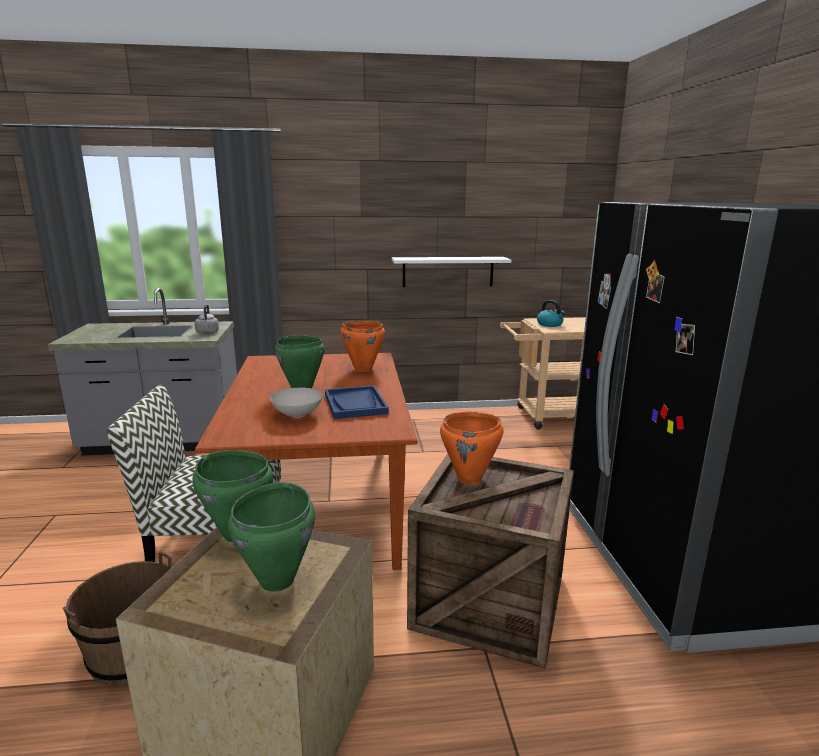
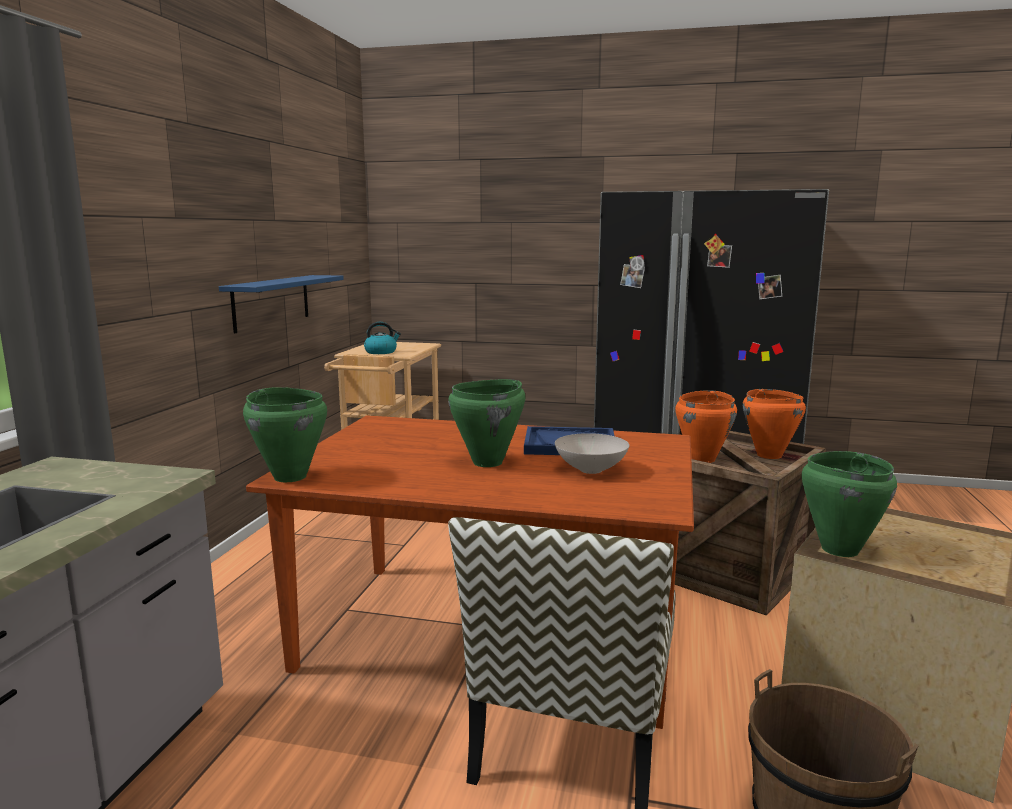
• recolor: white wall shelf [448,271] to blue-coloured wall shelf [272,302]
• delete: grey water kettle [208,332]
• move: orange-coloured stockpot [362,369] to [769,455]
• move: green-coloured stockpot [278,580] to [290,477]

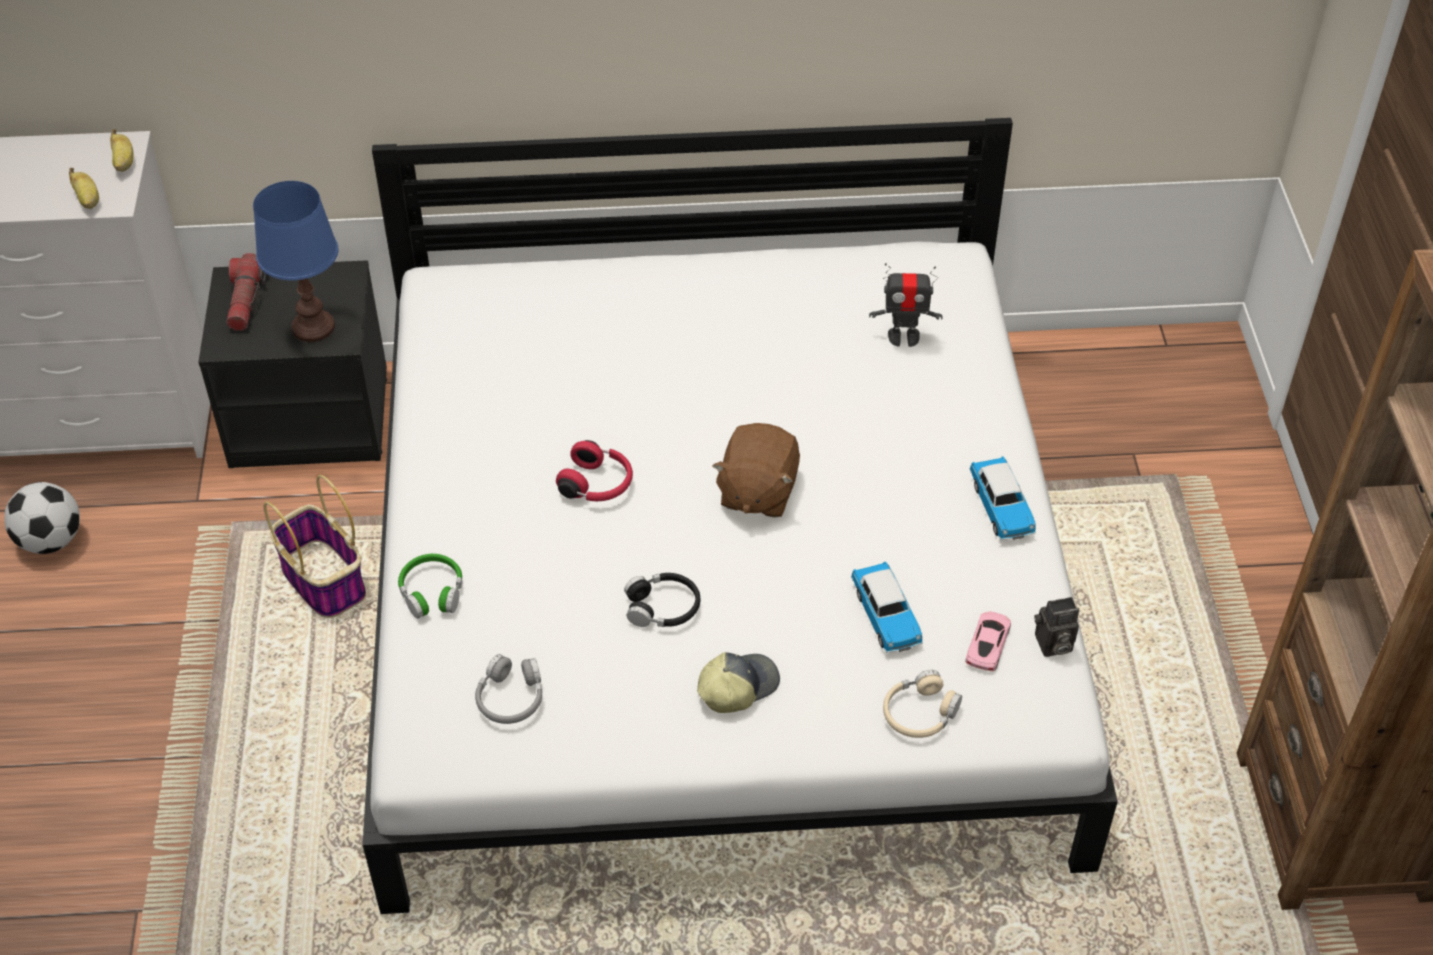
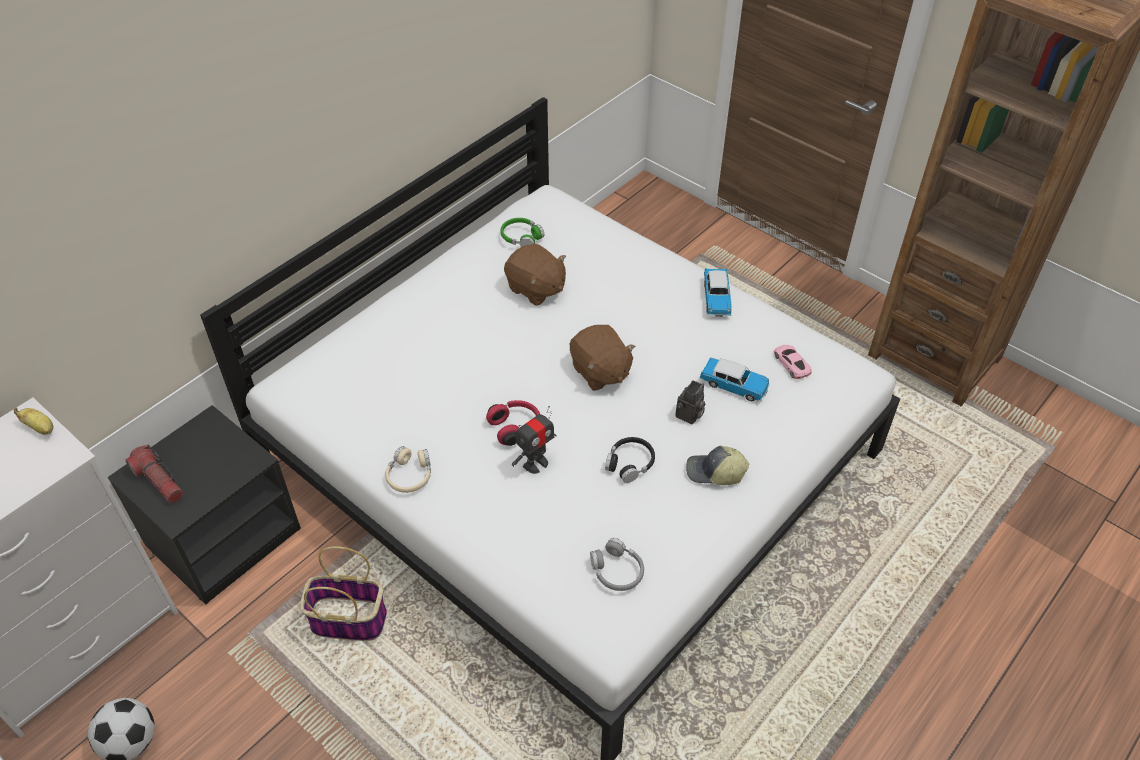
• delete: whole banana [88,200]
• delete: blue-coloured table lamp [314,327]
• move: toy robot [903,337] to [535,463]
• rotate: miniature car [1001,507] = [716,298] 60 degrees clockwise
• move: green-coloured headset [432,592] to [521,237]
• move: still camera [1052,645] to [689,416]
• rotate: cap [737,687] = [715,472] 90 degrees counterclockwise
• move: beige-coloured headset [919,713] to [410,475]
• insert: brownish plush toy [536,289]

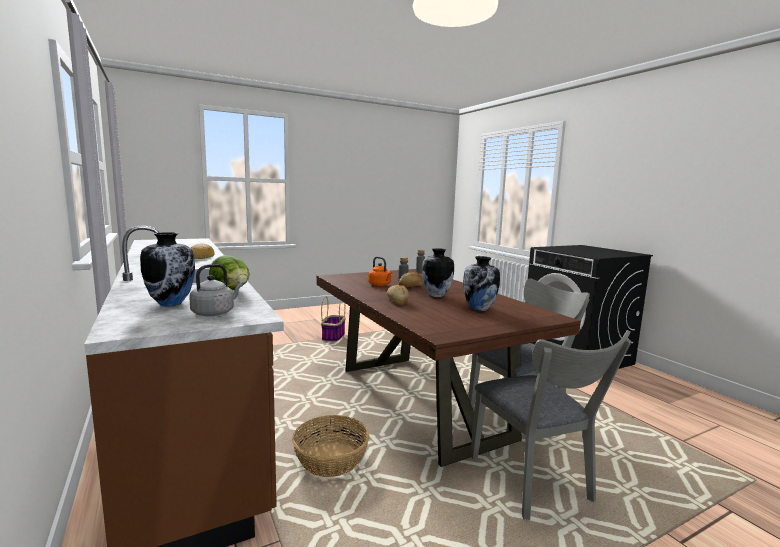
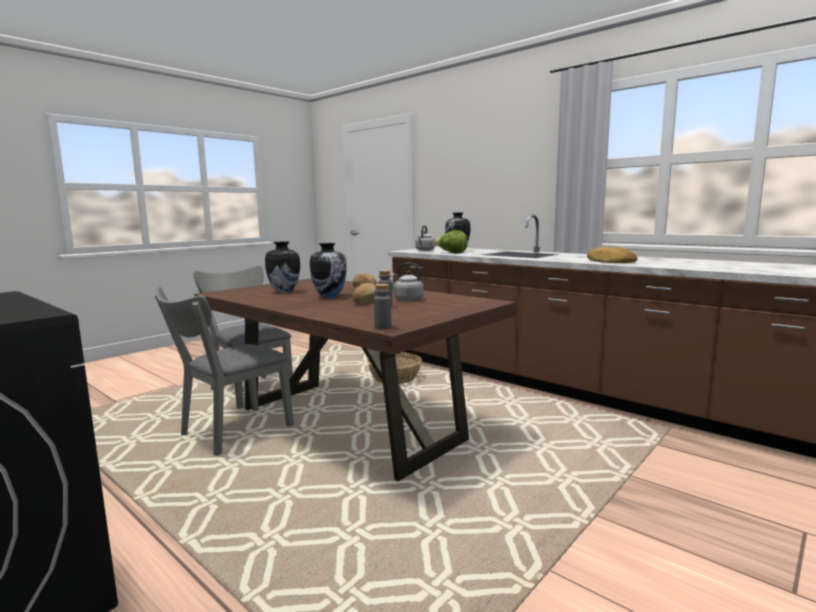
• recolor: orange-coloured water kettle [380,285] to grey water kettle [406,299]
• delete: storage basket [333,337]

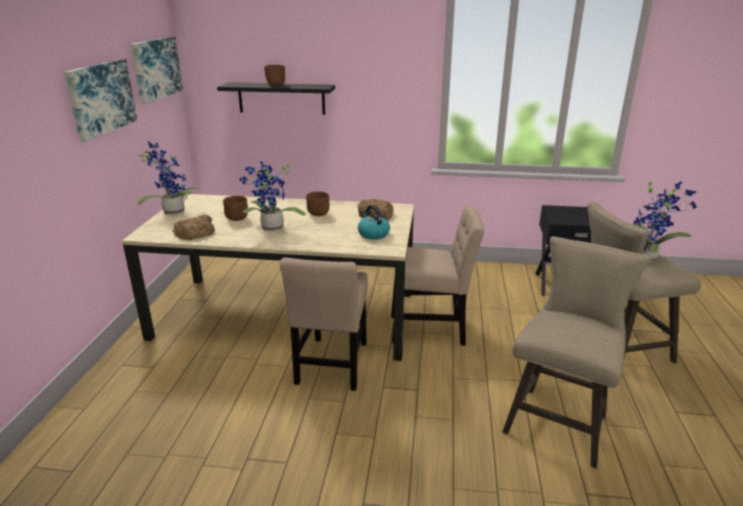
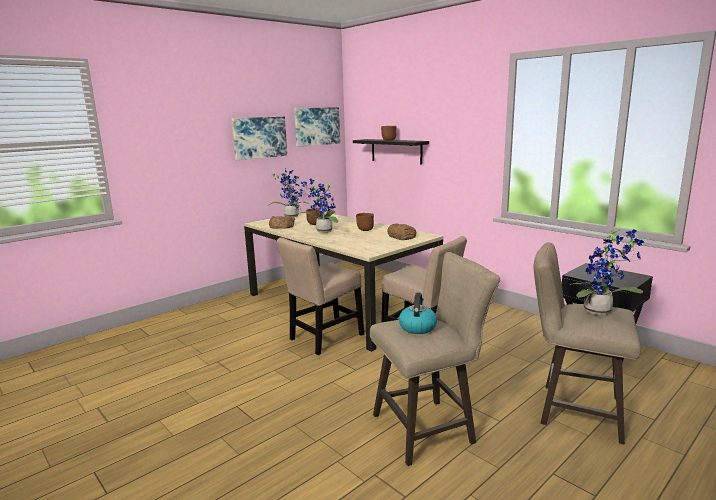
• move: water kettle [373,234] to [417,327]

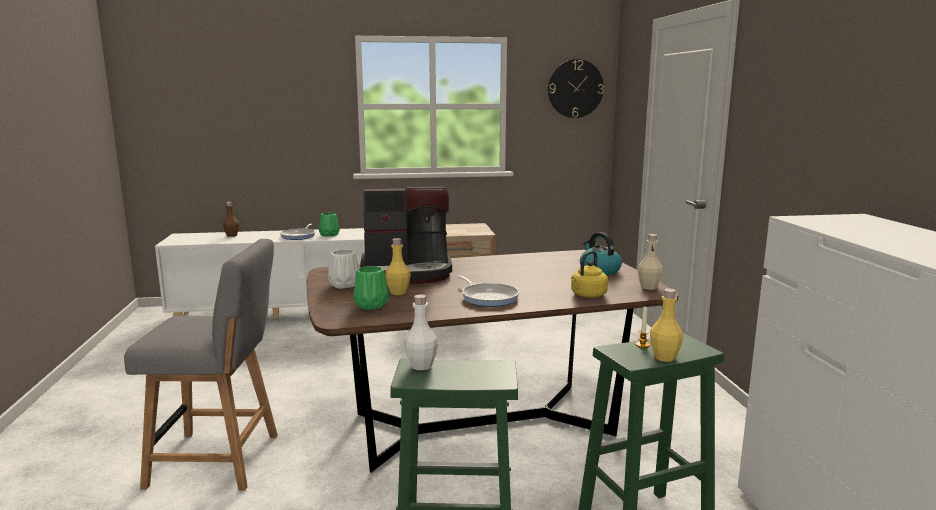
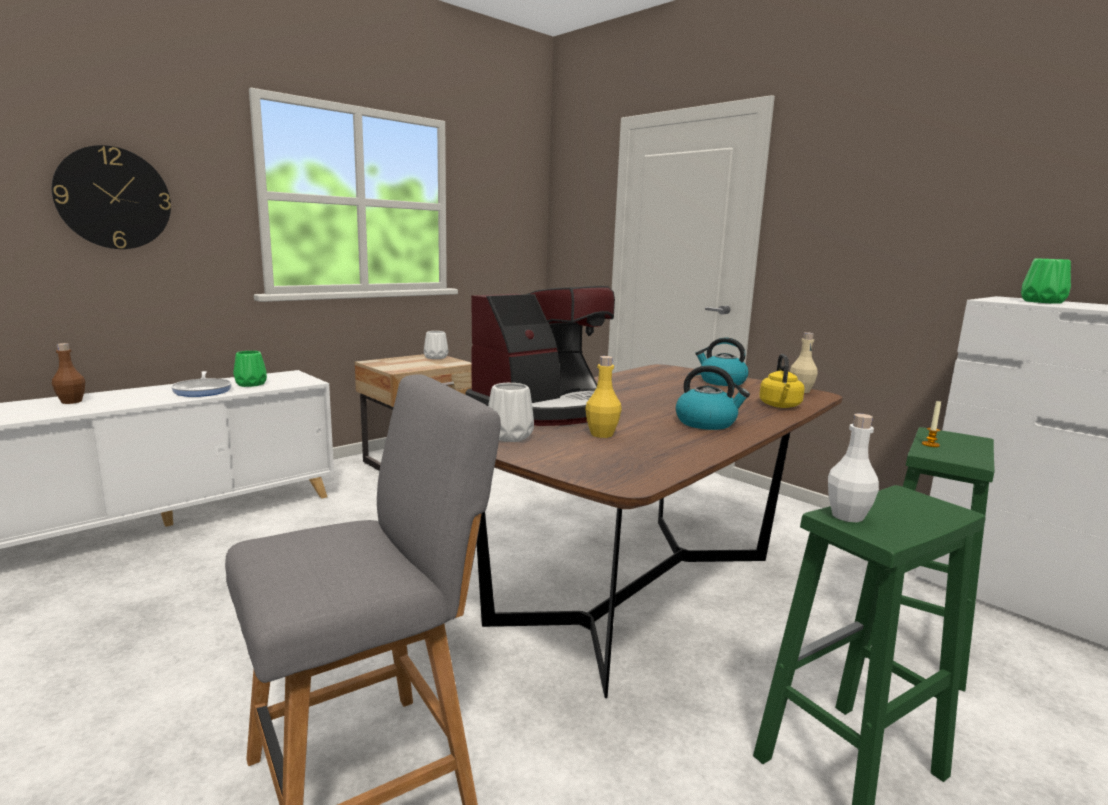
• move: clock on the wall [575,88] to [113,198]
• move: green-coloured flower vase [371,305] to [1041,302]
• replace: skillet [488,297] to water kettle [706,423]
• delete: yellow-coloured beverage bottle [664,357]
• insert: white flower vase [435,357]

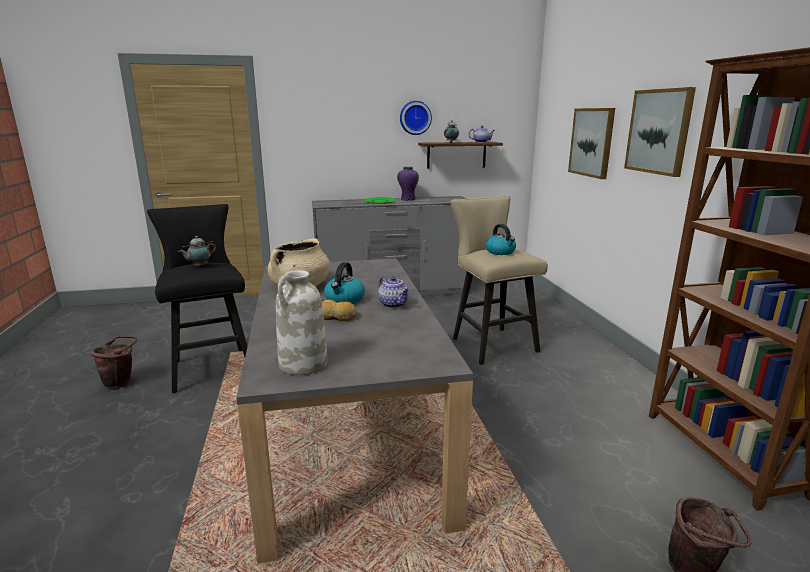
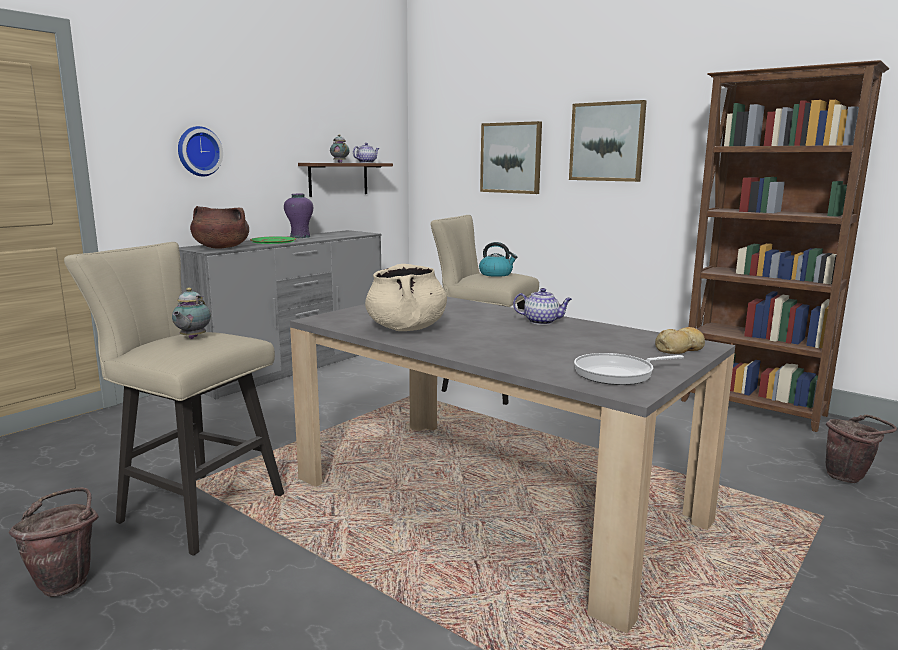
• move: clock on the wall [415,118] to [198,151]
• recolor: black-coloured stool seat [211,366] to beige-coloured stool seat [193,507]
• delete: water kettle [344,300]
• replace: white flower vase [303,364] to skillet [618,374]
• move: bakery bread [337,317] to [680,349]
• insert: brownish stockpot [221,248]

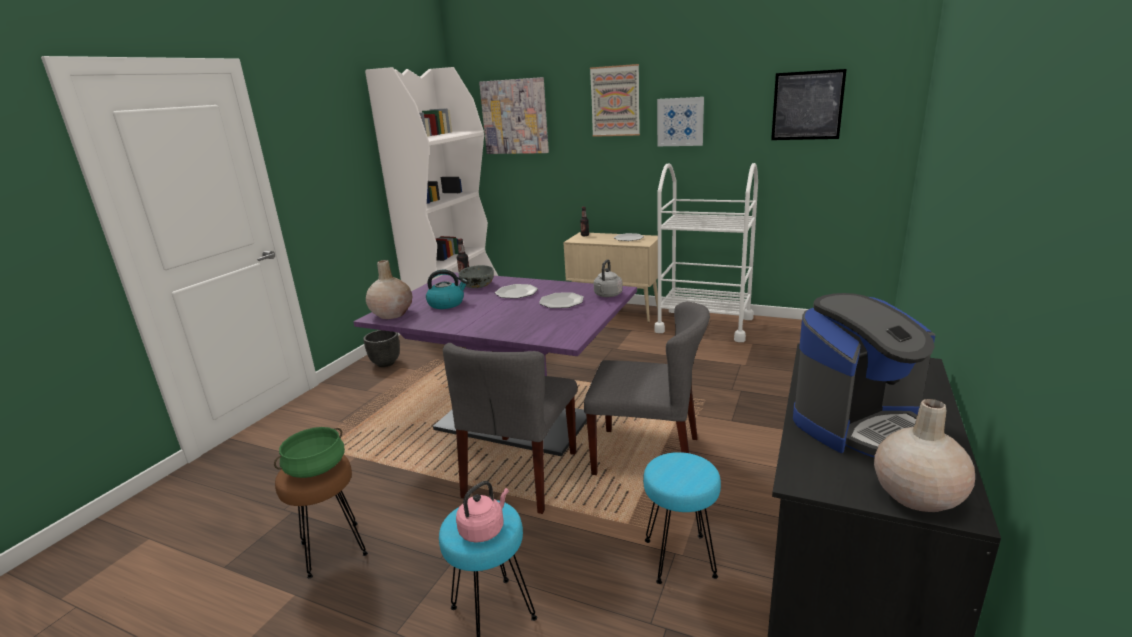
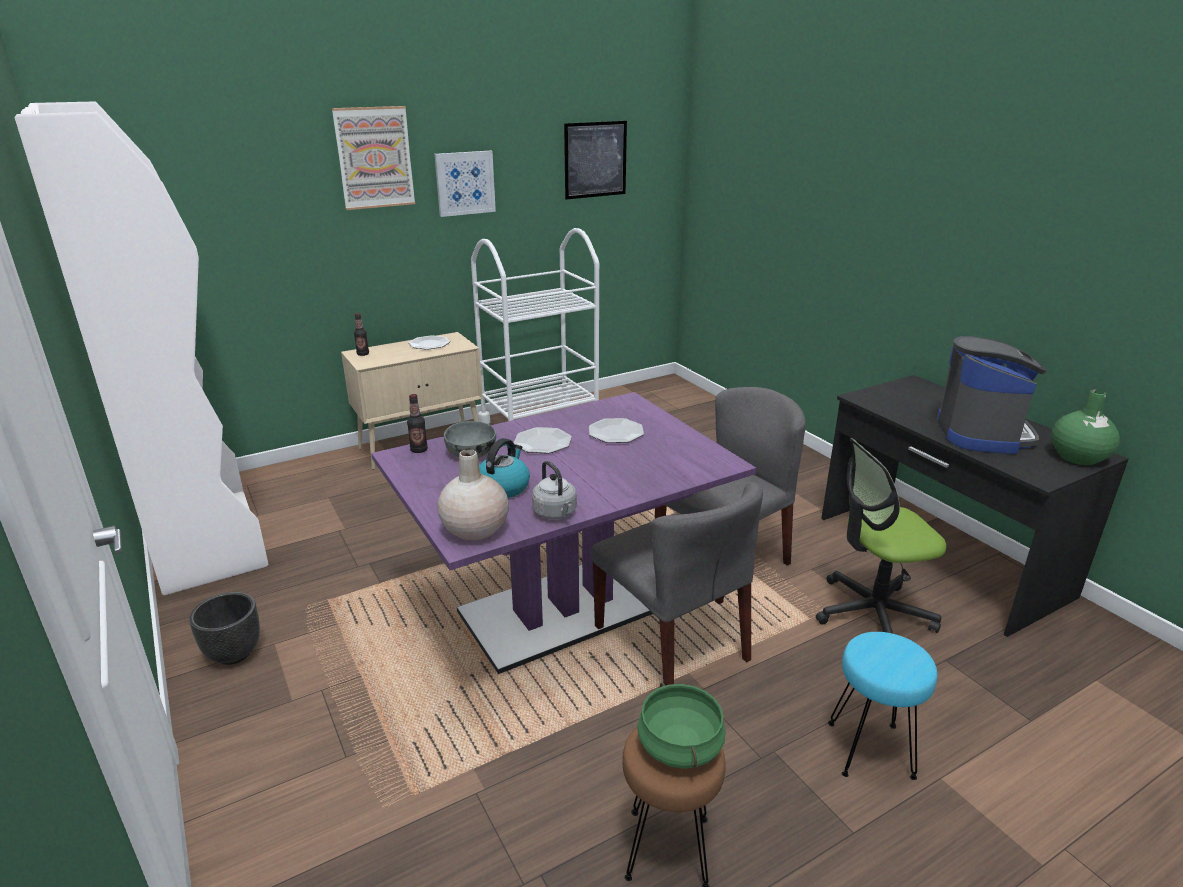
• delete: picture [515,117]
• move: grey water kettle [607,295] to [556,513]
• recolor: beige-coloured flower vase [916,495] to green-coloured flower vase [1077,457]
• replace: turquoise-coloured stool seat [680,557] to desk chair [872,614]
• delete: pink water kettle [484,529]

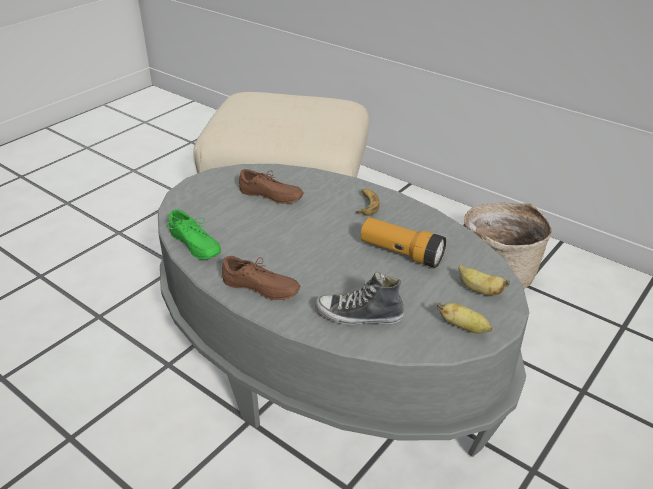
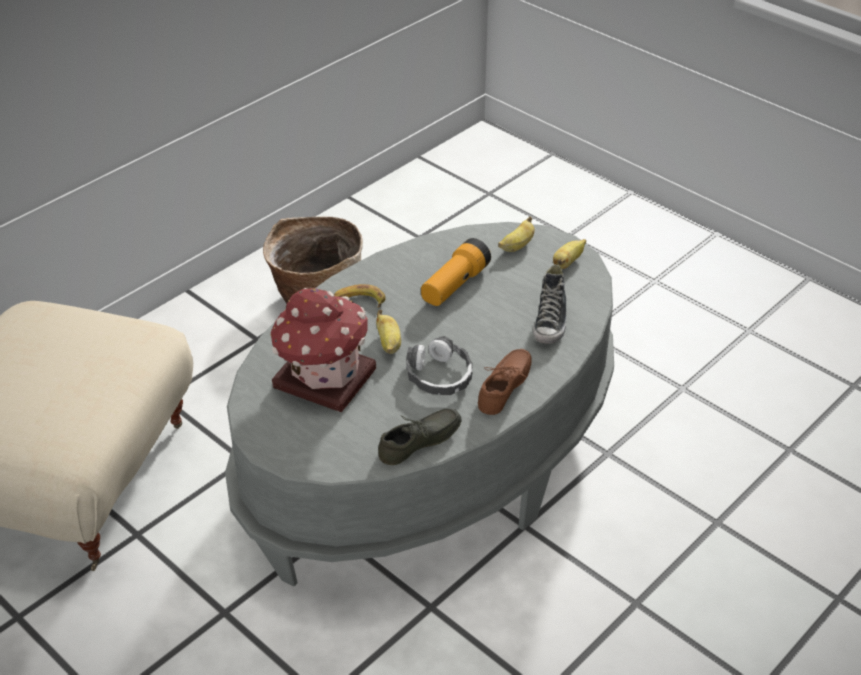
• replace: brownish low shoe [270,196] to miniature house [323,378]
• recolor: green-coloured low shoe [193,246] to grey low shoe [421,443]
• insert: whole banana [389,344]
• insert: headset [439,376]

